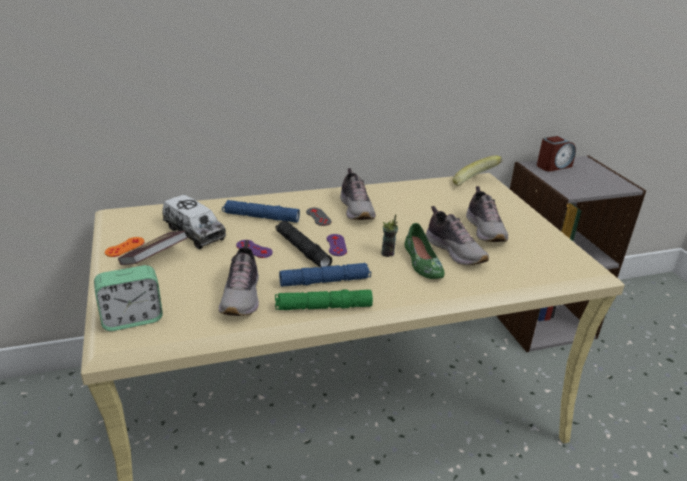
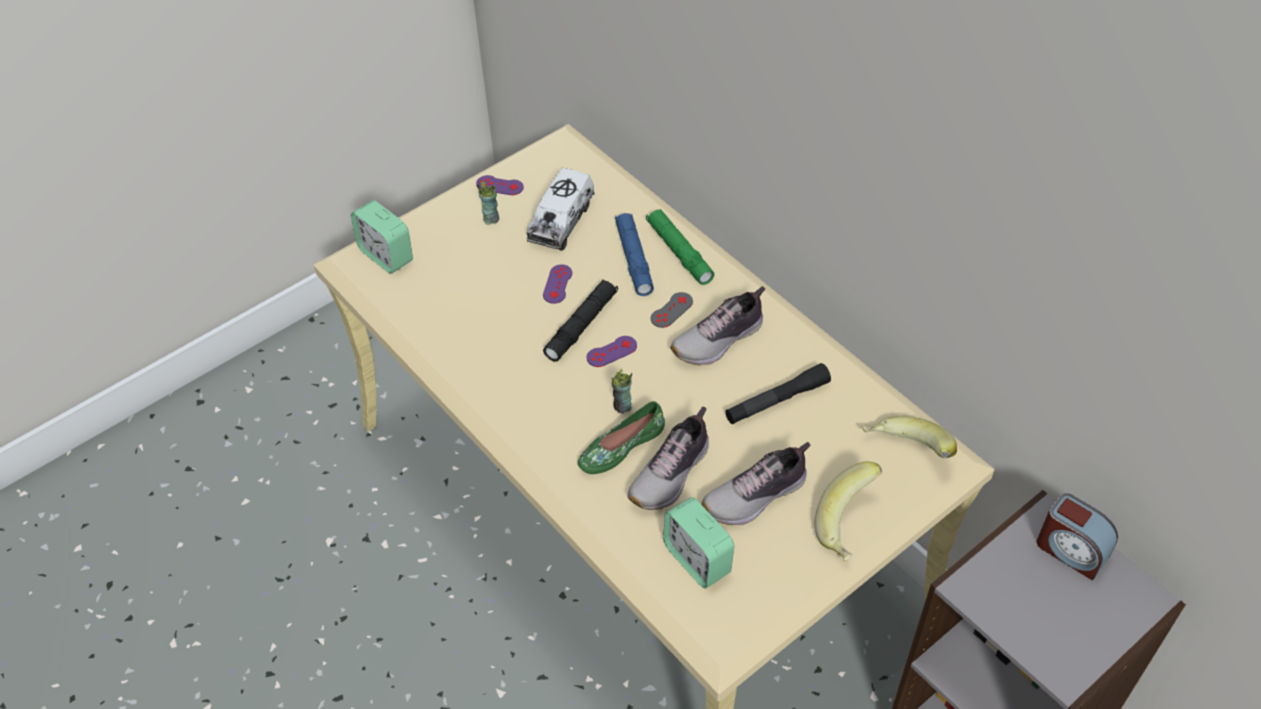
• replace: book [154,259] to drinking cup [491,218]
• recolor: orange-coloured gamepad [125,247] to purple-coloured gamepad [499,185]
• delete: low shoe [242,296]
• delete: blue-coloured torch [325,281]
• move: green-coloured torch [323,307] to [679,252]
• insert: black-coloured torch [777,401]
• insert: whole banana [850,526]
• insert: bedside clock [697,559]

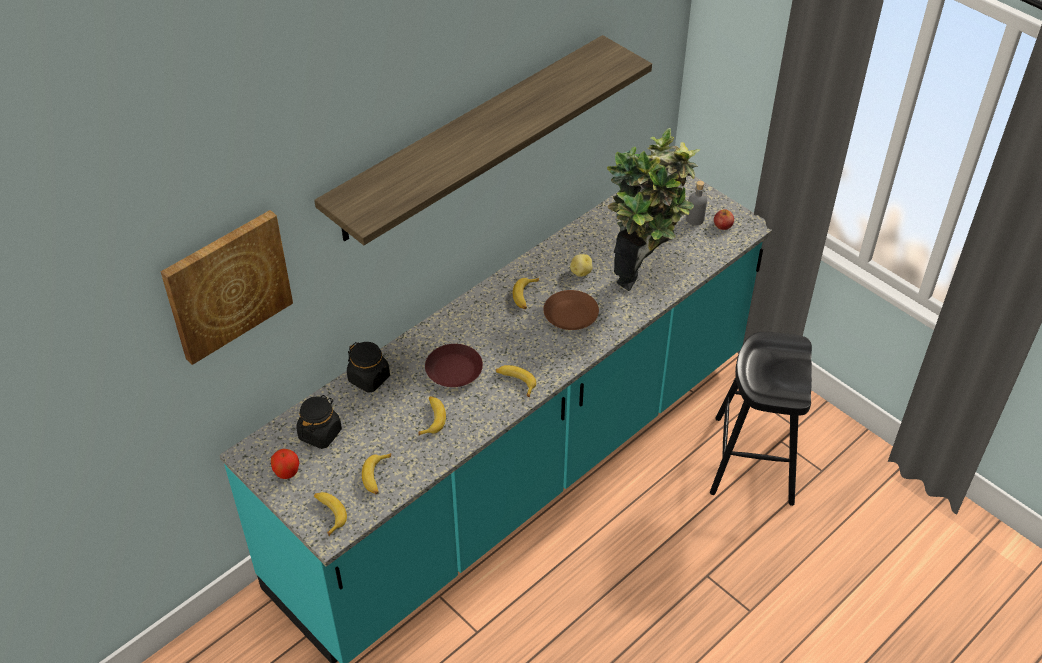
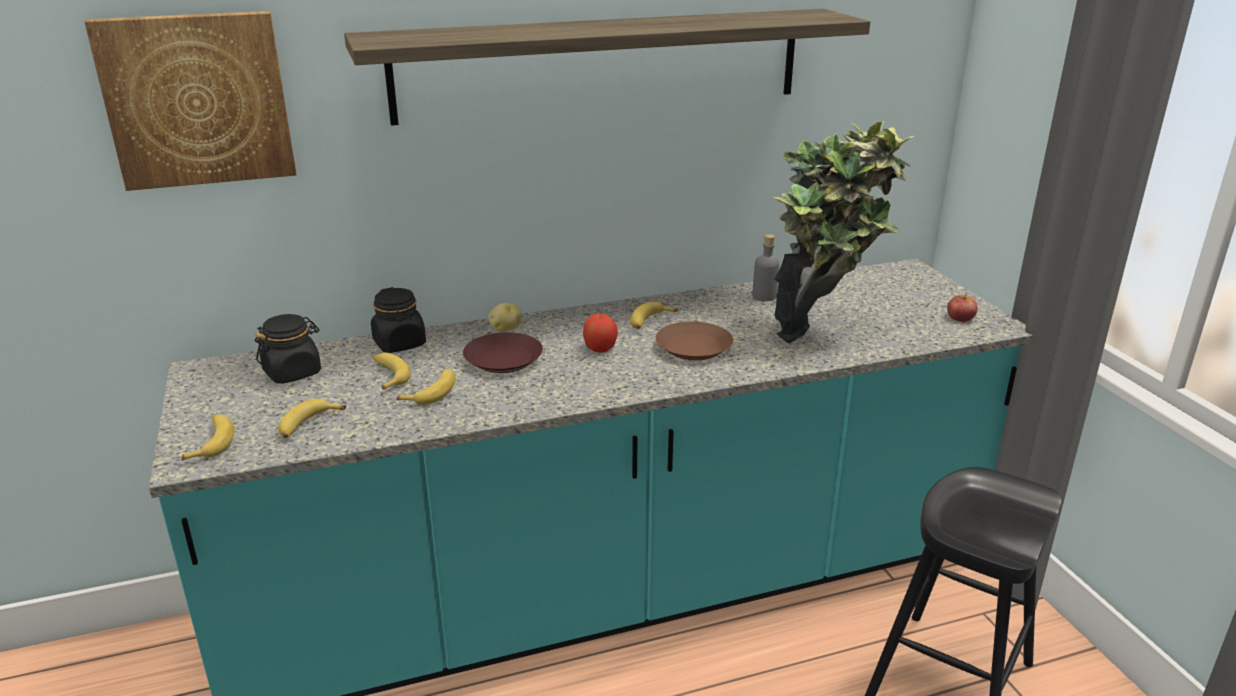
• move: grey beverage bottle [695,219] to [764,296]
• move: whole potato [580,272] to [505,329]
• move: whole banana [515,382] to [388,376]
• move: apple fruit [287,472] to [600,349]

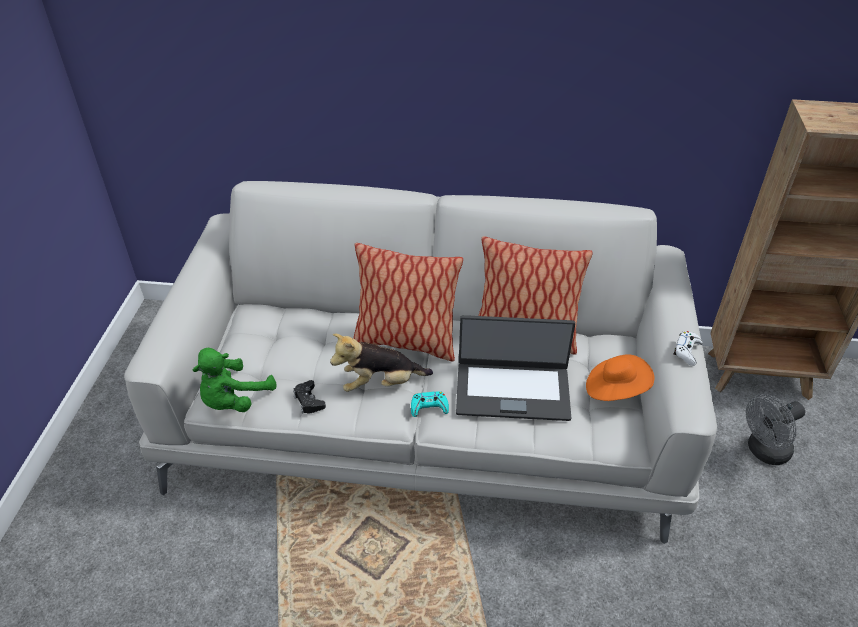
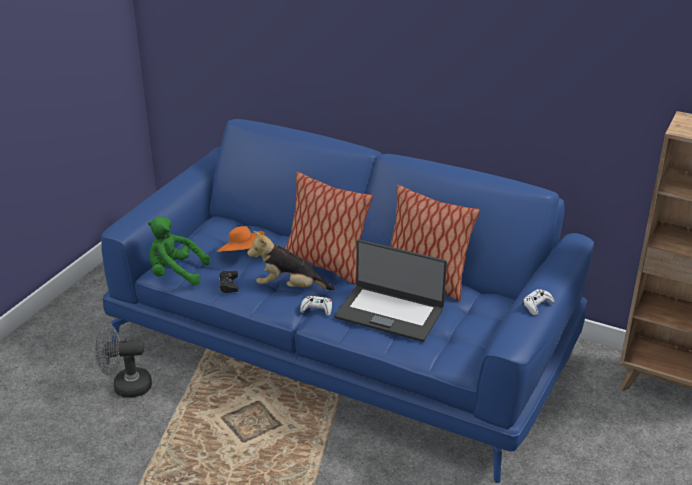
• recolor: white settee [428,414] to blue-coloured settee [345,345]
• rotate: green-coloured plush toy [234,400] = [175,273] 45 degrees clockwise
• move: orange-coloured wearable hat [615,389] to [242,253]
• recolor: turquoise-coloured gamepad [429,407] to white gamepad [317,309]
• move: grey cooling fan [763,452] to [126,386]

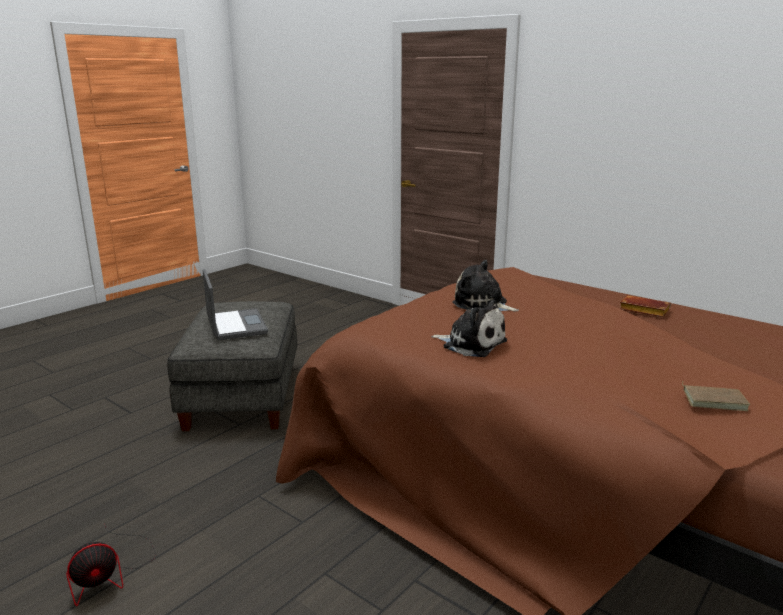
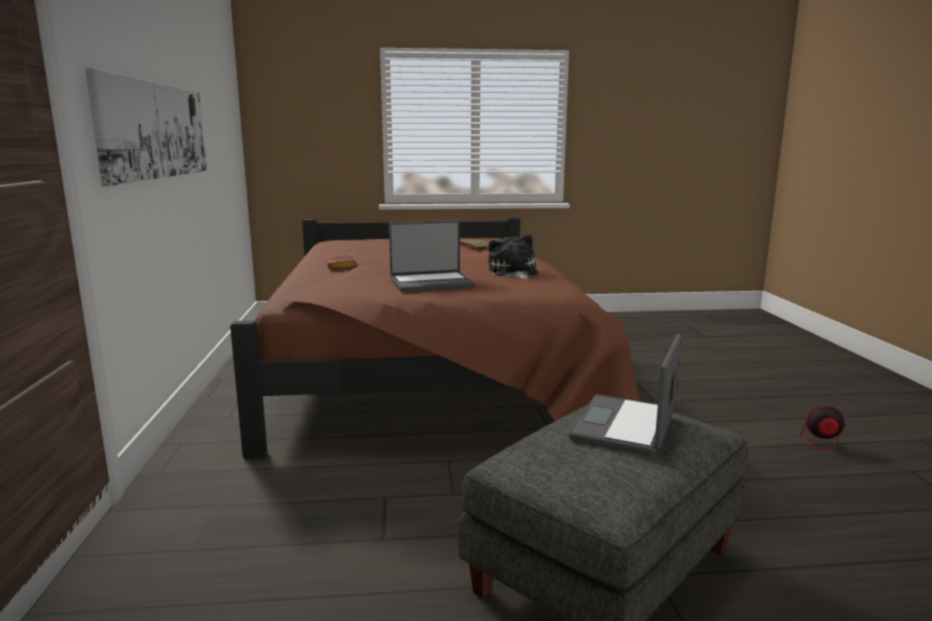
• replace: plush toy [482,304] to portable computer [431,283]
• insert: picture [155,130]

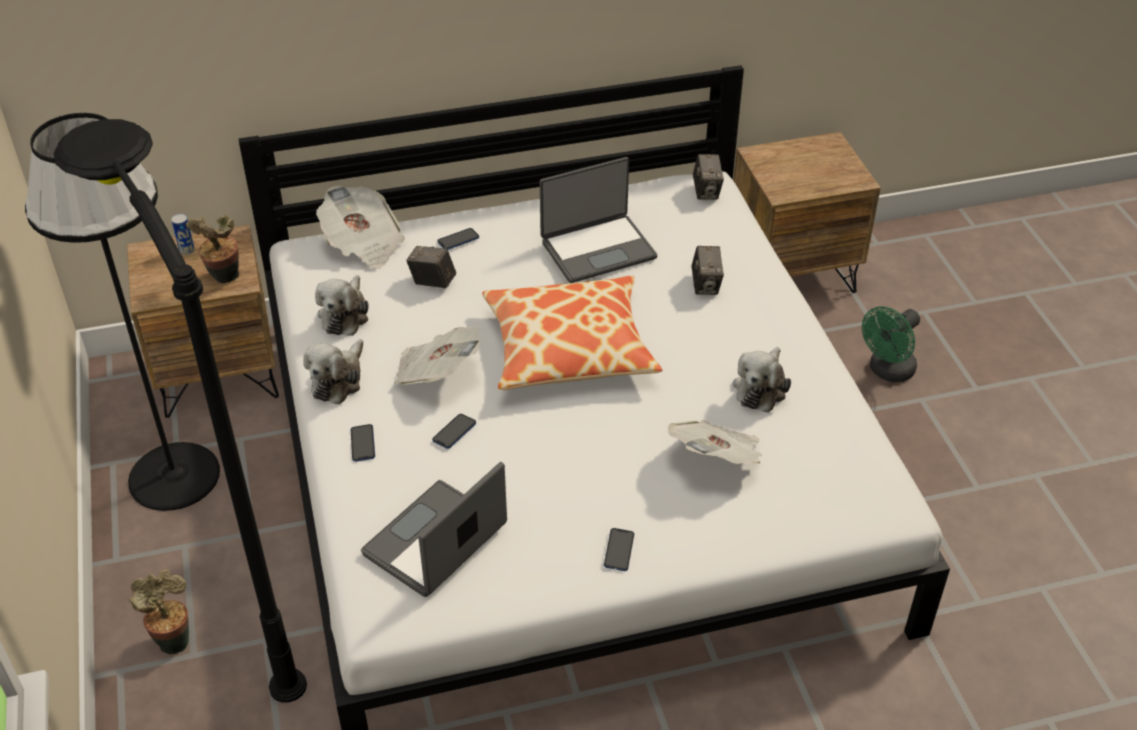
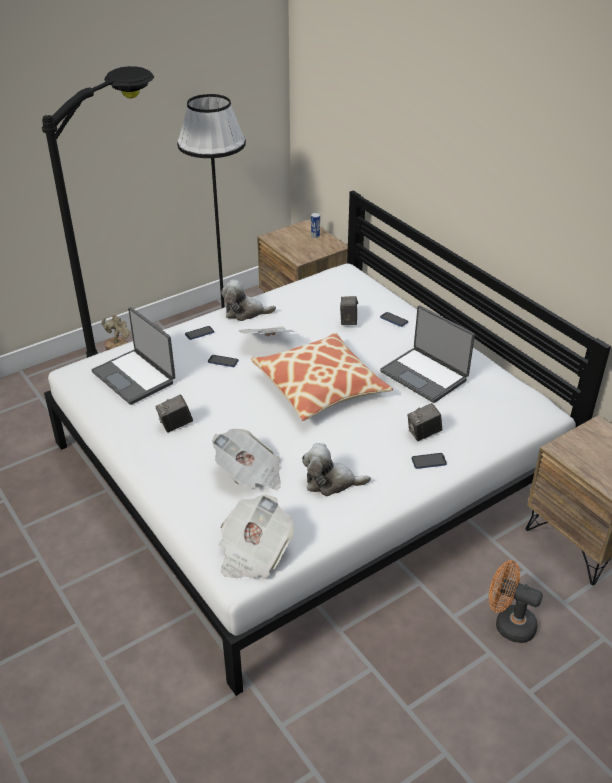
• move: still camera [706,192] to [175,425]
• move: daily paper [363,244] to [253,553]
• delete: houseplant [223,278]
• delete: plush toy [345,315]
• recolor: green-coloured cooling fan [887,371] to orange-coloured cooling fan [508,624]
• rotate: portable computer [437,542] = [135,377] 150 degrees counterclockwise
• move: telephone [619,550] to [428,461]

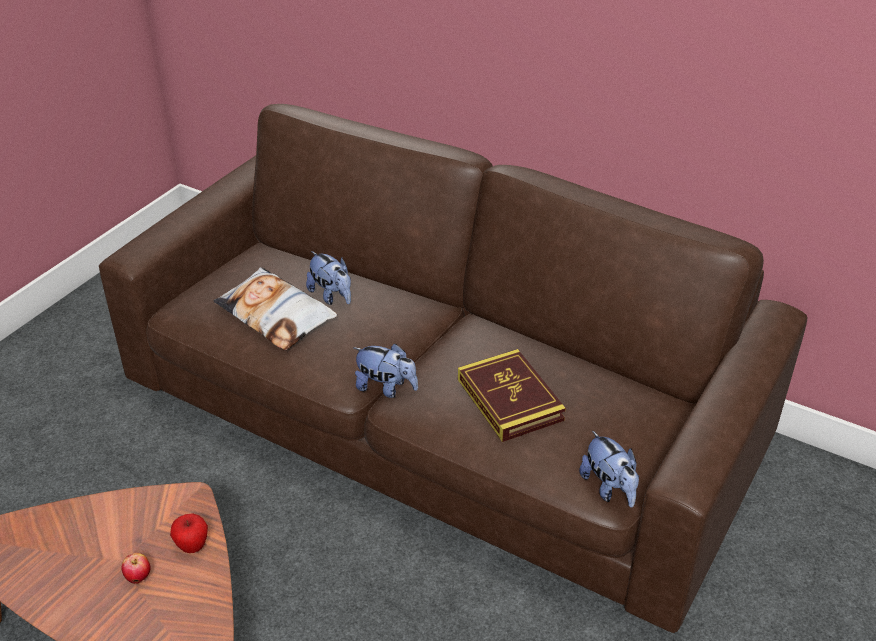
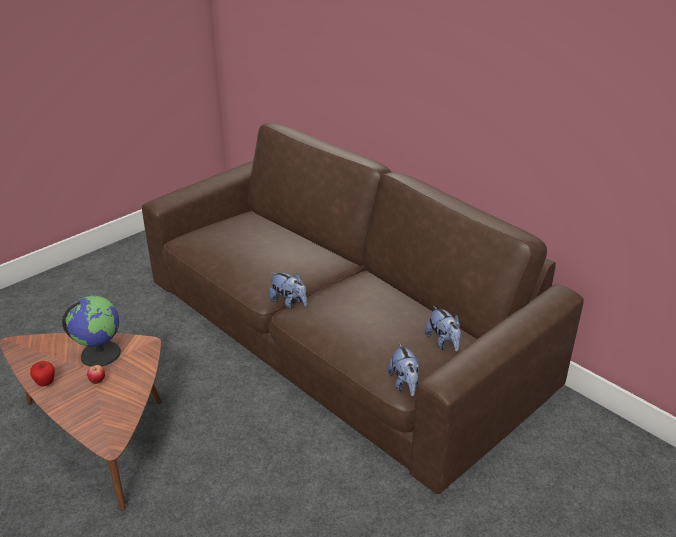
• move: plush toy [332,296] to [443,342]
• delete: pillow [276,315]
• delete: book [510,399]
• move: apple fruit [192,546] to [46,383]
• insert: world globe [100,353]

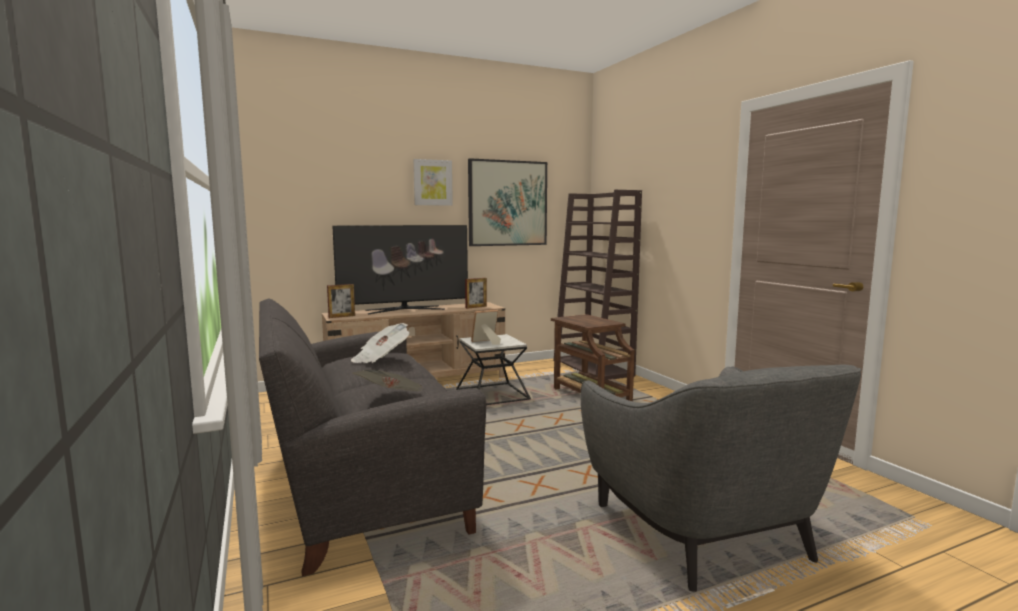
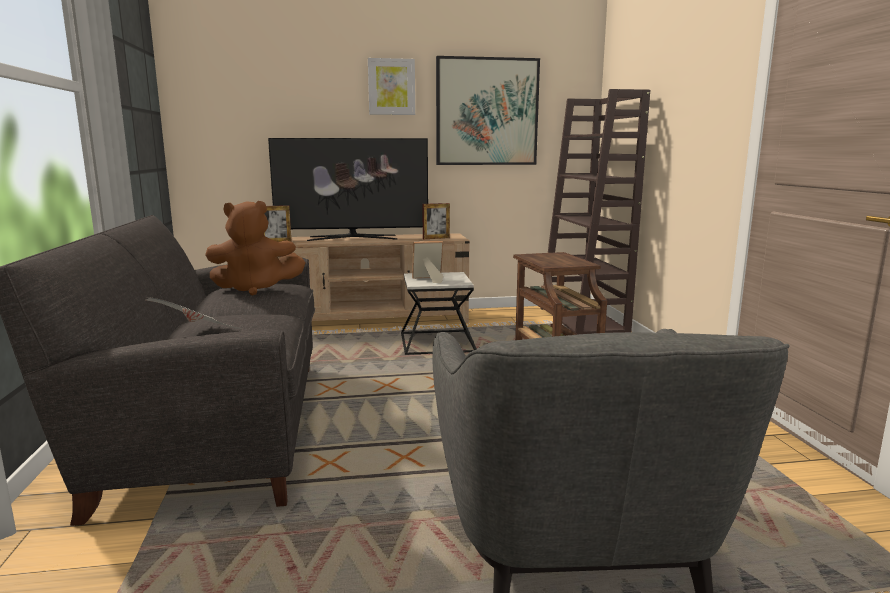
• replace: daily paper [380,358] to brownish plush toy [255,289]

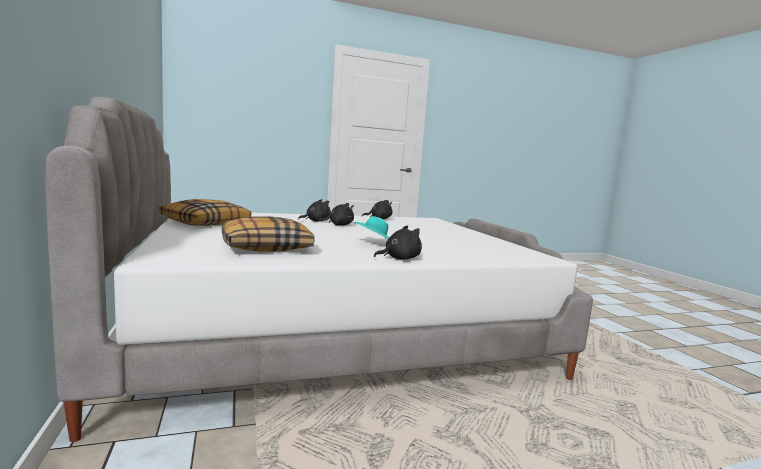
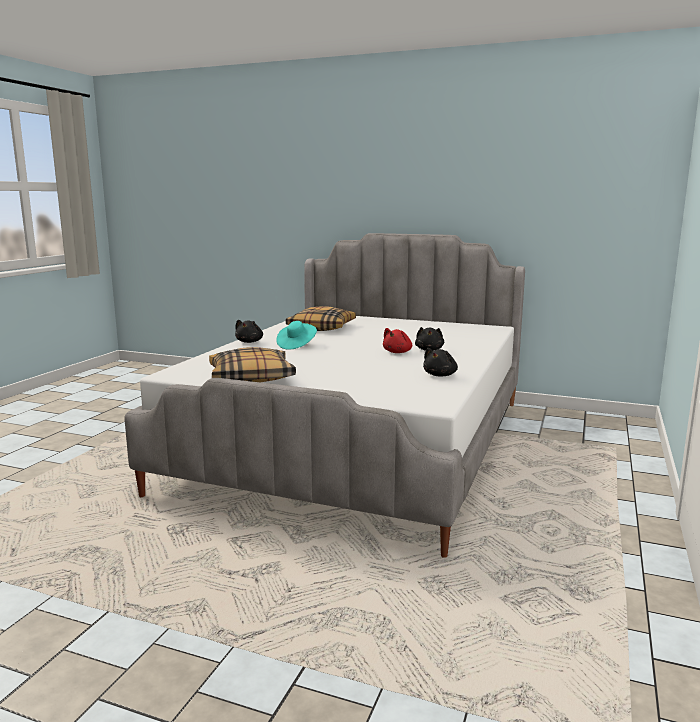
• move: pillow [206,223] to [251,377]
• recolor: black-coloured plush toy [339,225] to reddish plush toy [398,352]

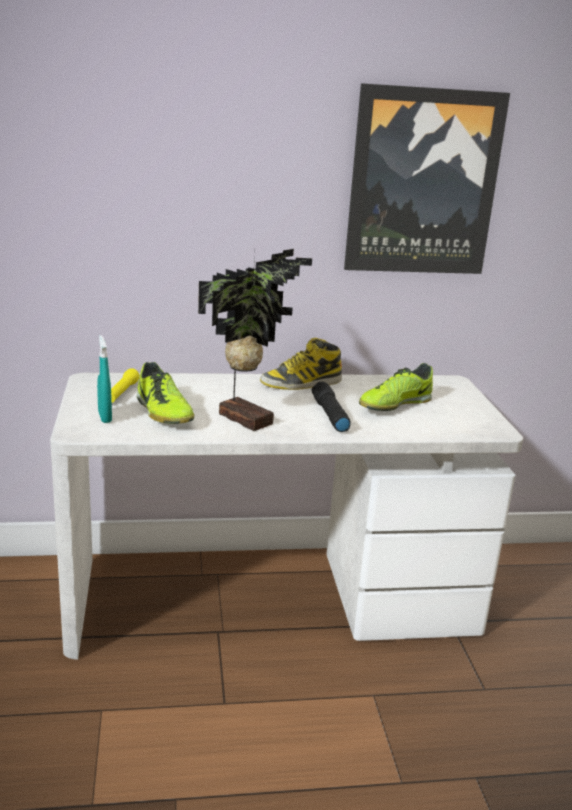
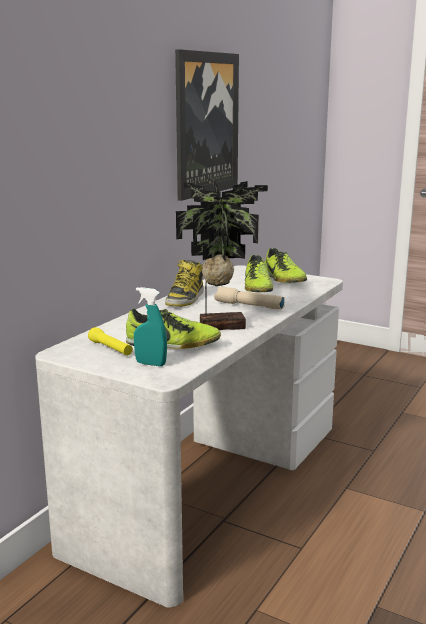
• recolor: black-coloured torch [329,415] to beige-coloured torch [248,306]
• insert: low shoe [283,280]

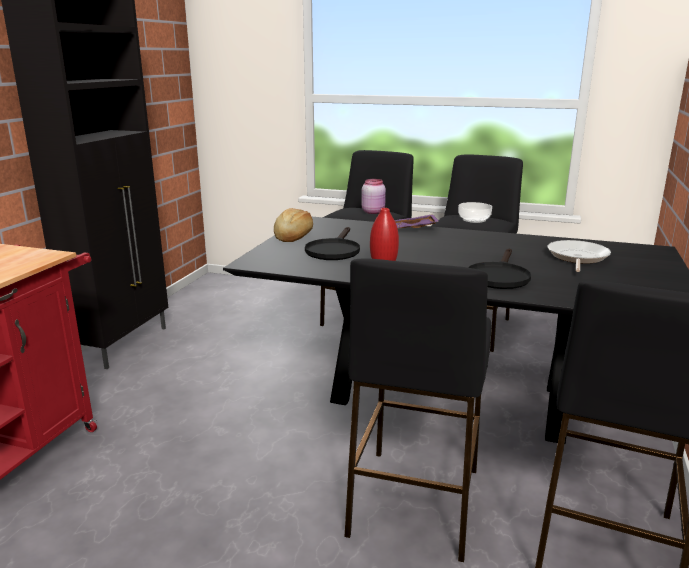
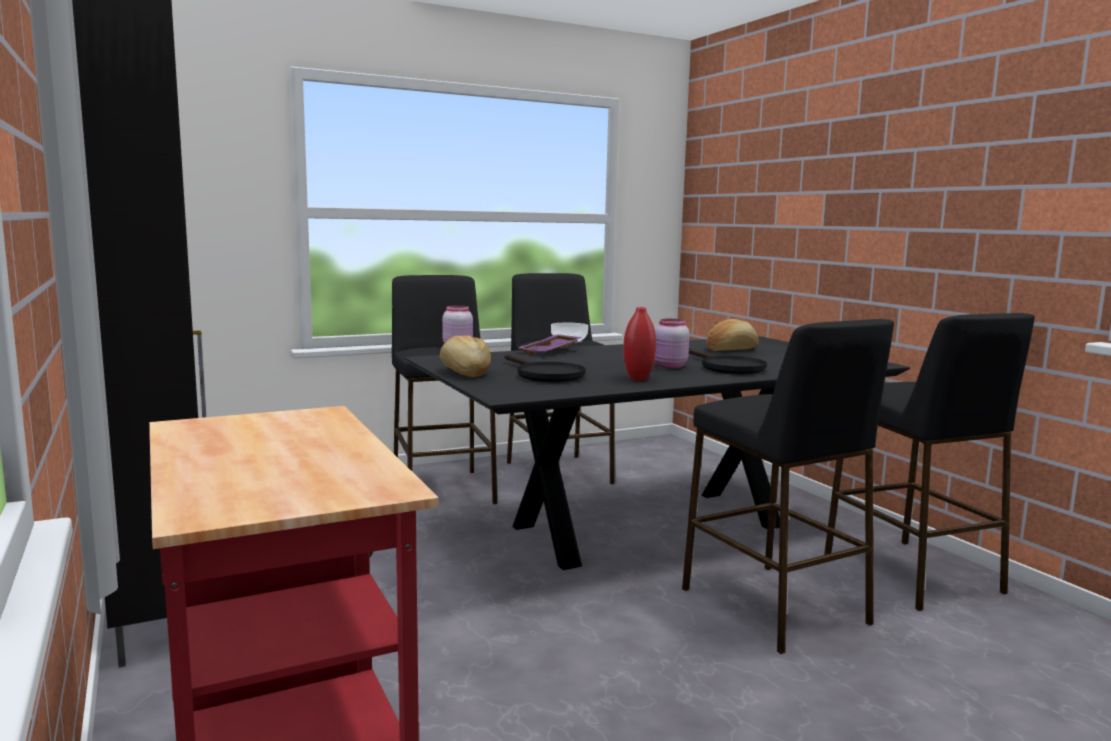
• replace: skillet [577,257] to bakery bread [731,349]
• insert: pink storage jar [669,366]

